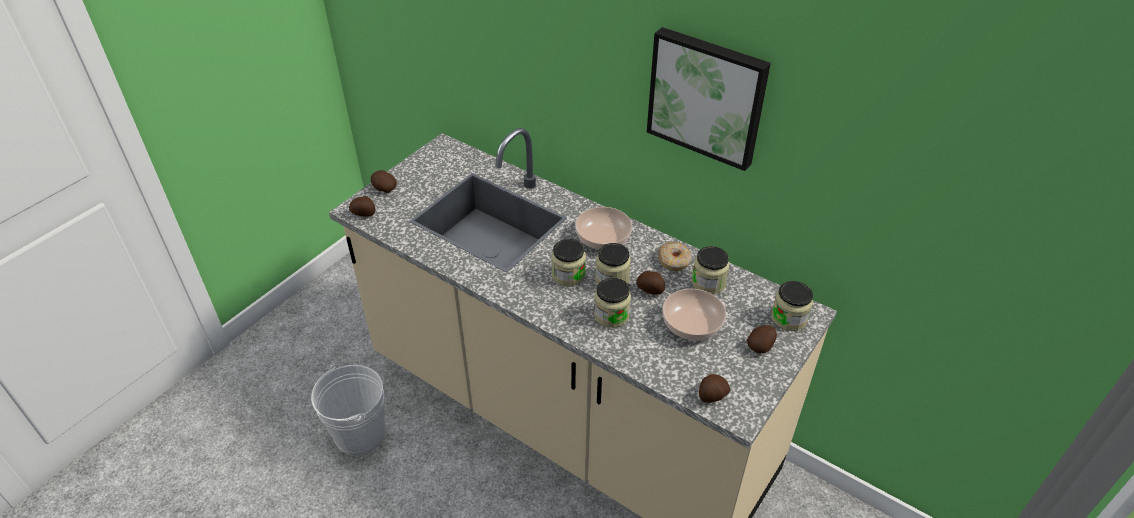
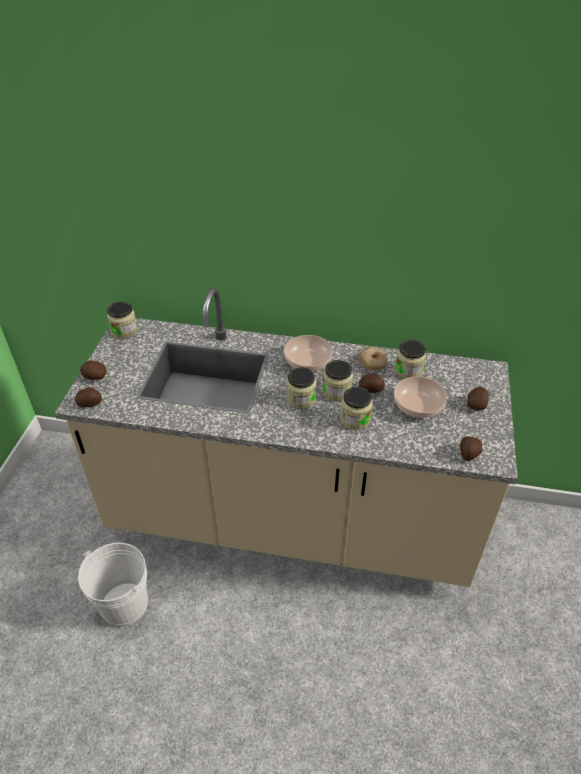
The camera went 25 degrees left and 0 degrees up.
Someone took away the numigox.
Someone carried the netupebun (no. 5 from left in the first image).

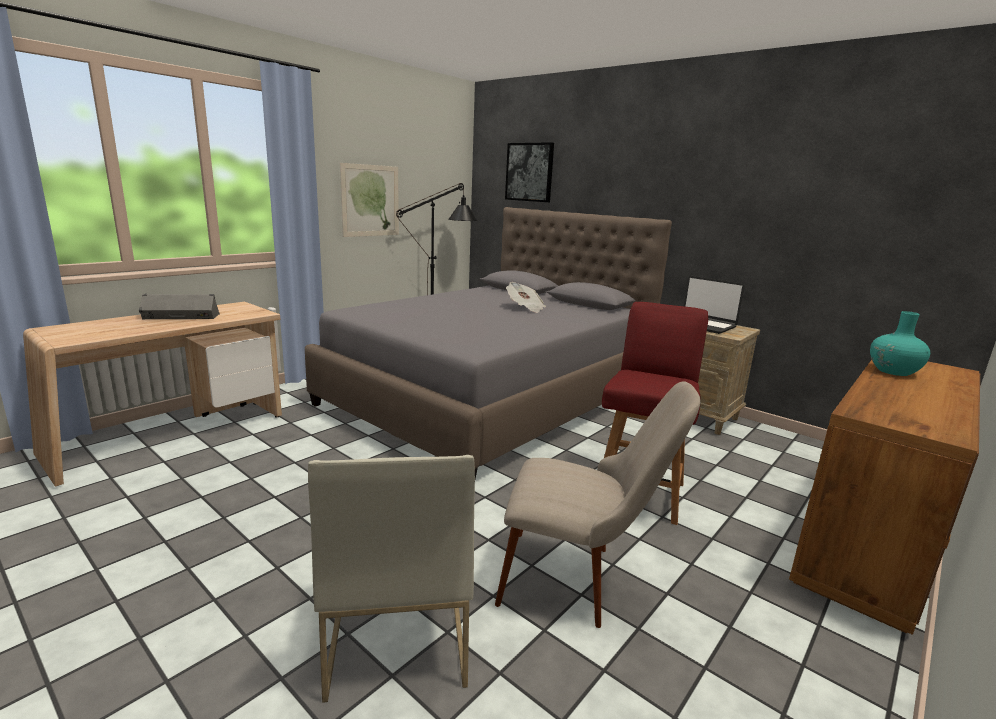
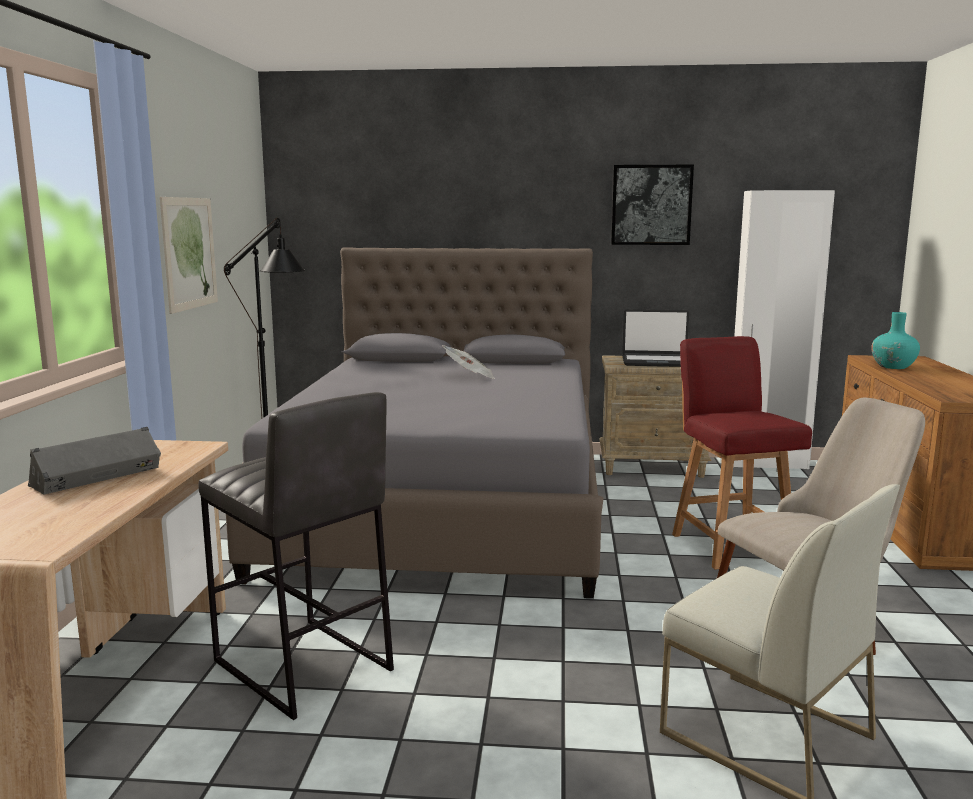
The camera went 35 degrees left and 5 degrees down.
Someone carried the numigox (no. 2 from left).
Someone put down the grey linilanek.
Someone put down the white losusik.

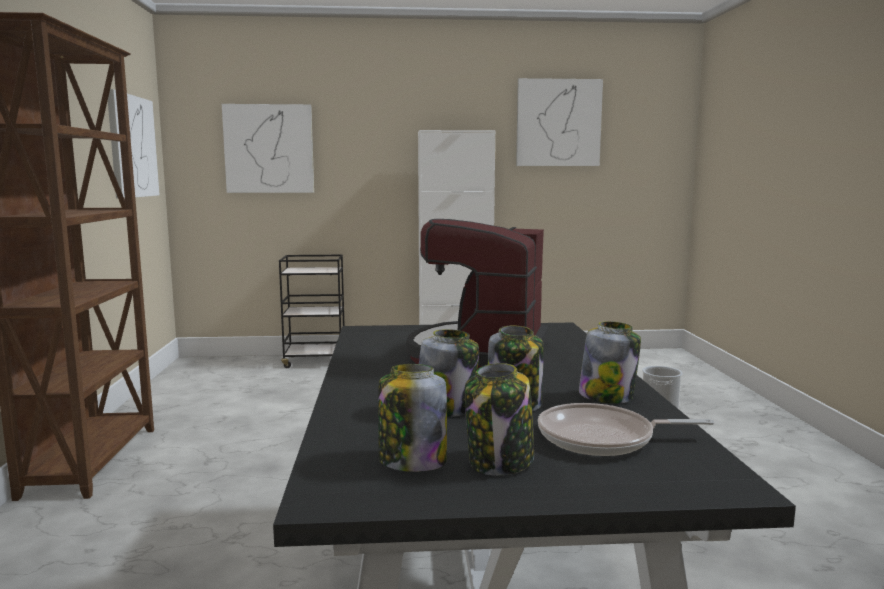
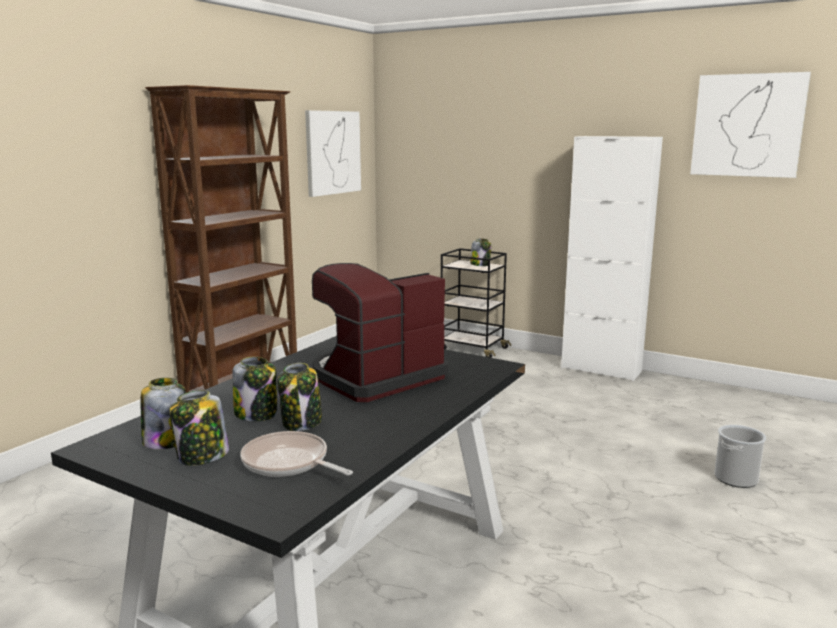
The camera went 35 degrees right and 5 degrees up.
Someone took away the numigox (no. 2 from left).
Someone carried the netupebun (no. 5 from left).

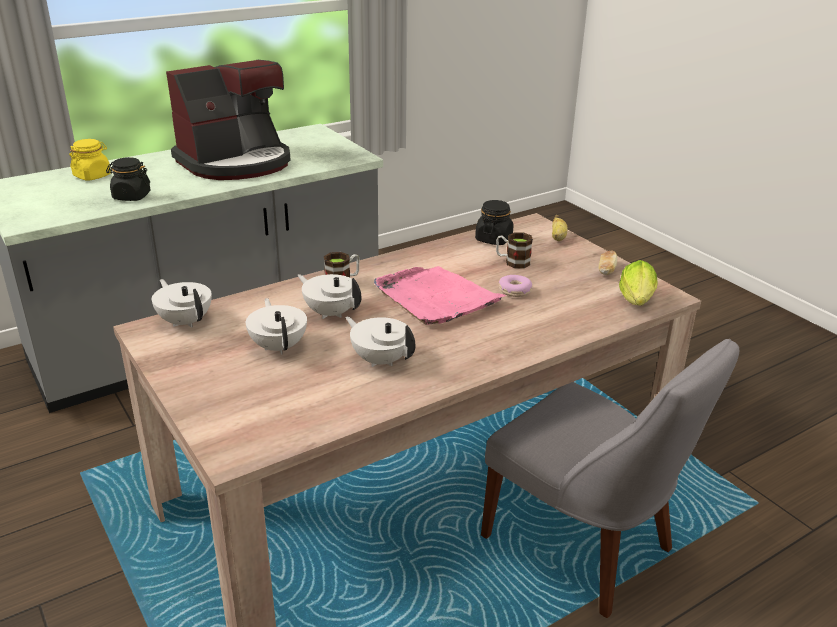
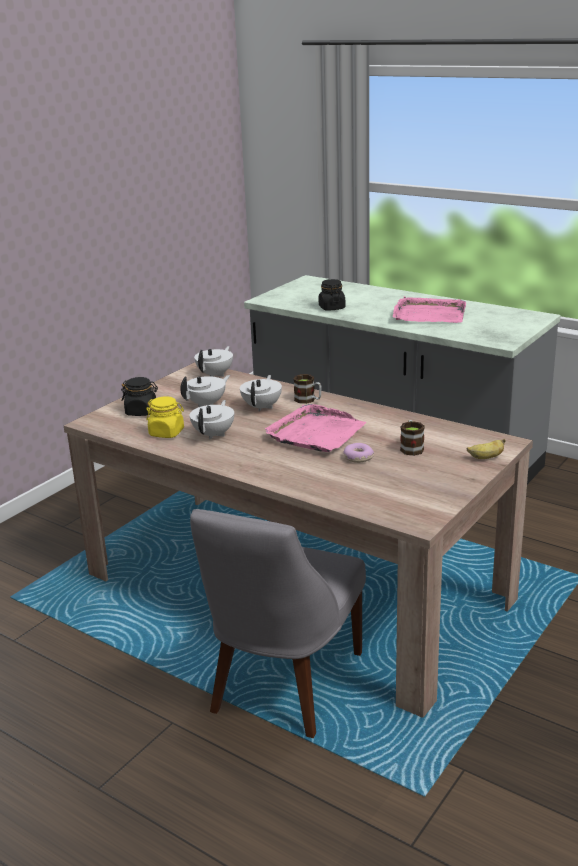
The camera went 70 degrees right and 5 degrees down.
Someone carried the yellow netupebun.
Someone swapped the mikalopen for the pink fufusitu (no. 2 from left).
Someone carried the black netupebun (no. 2 from left in the first image).
Someone took away the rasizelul.
Someone took away the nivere.

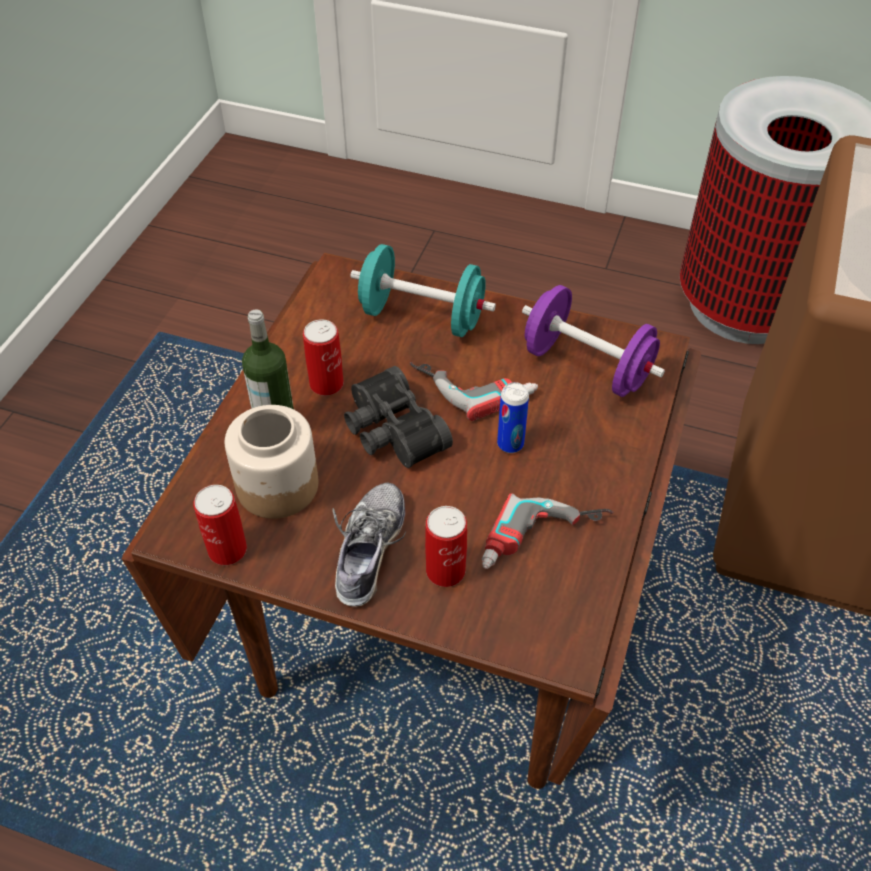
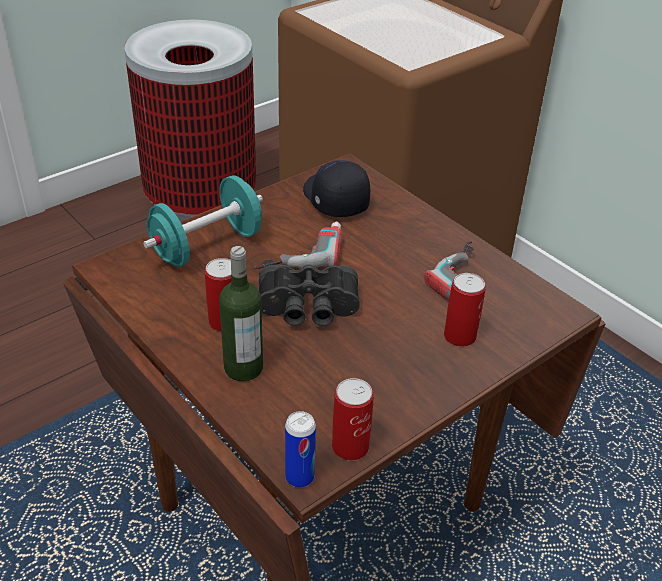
The camera went 60 degrees left and 10 degrees down.
Someone took away the netupebun.
Someone took away the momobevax.
Someone carried the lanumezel (no. 4 from left in the first image).
Someone swapped the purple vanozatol for the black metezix.

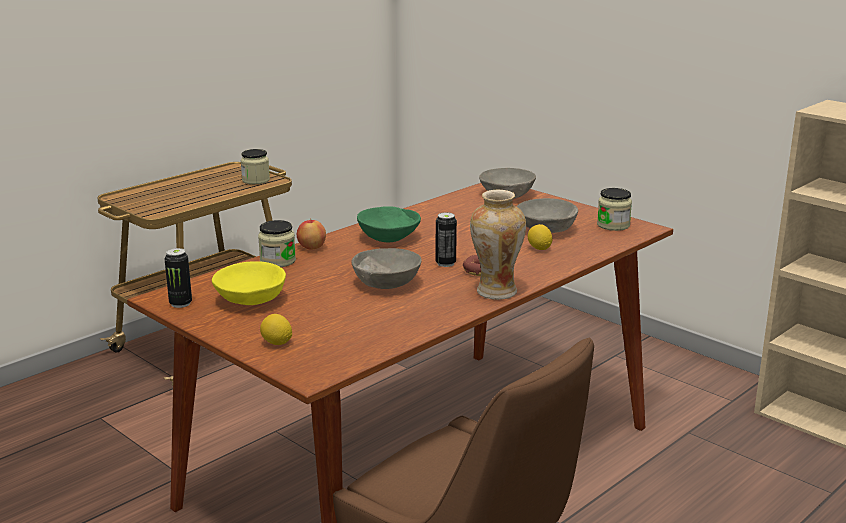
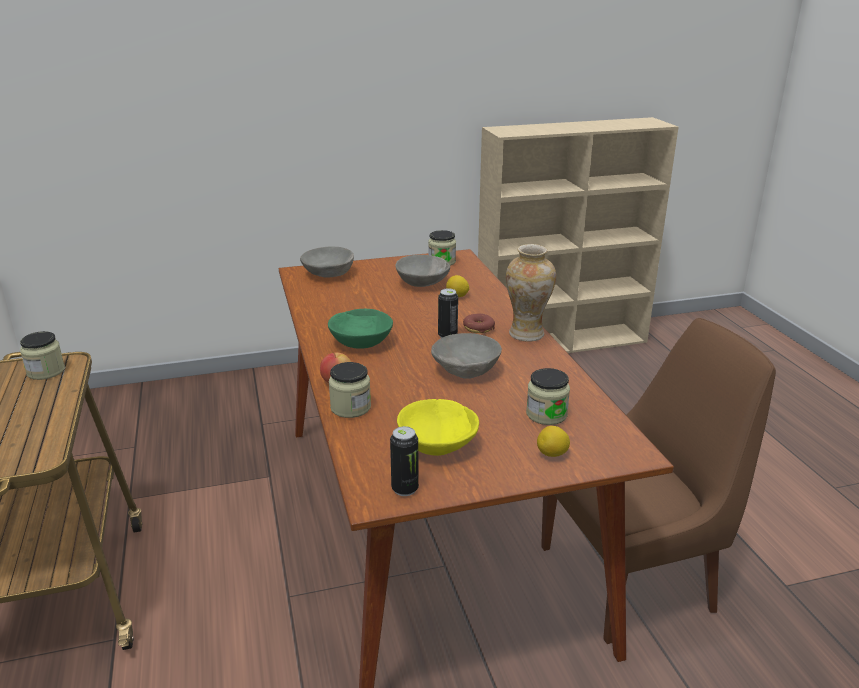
The camera went 60 degrees left and 5 degrees up.
Someone put down the netupebun (no. 4 from left).

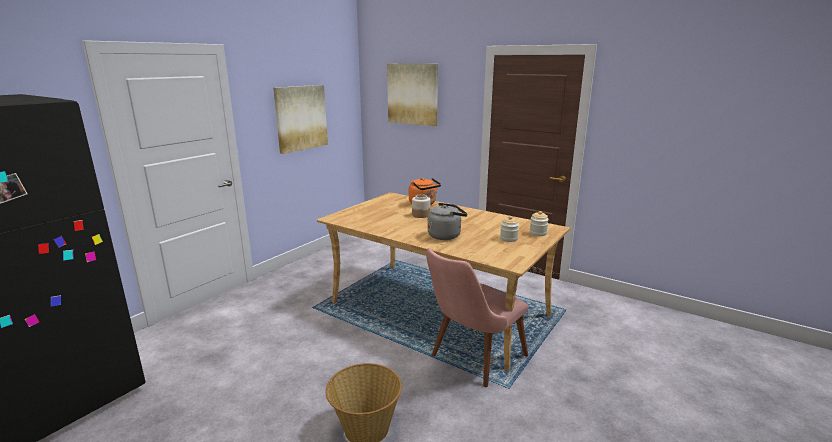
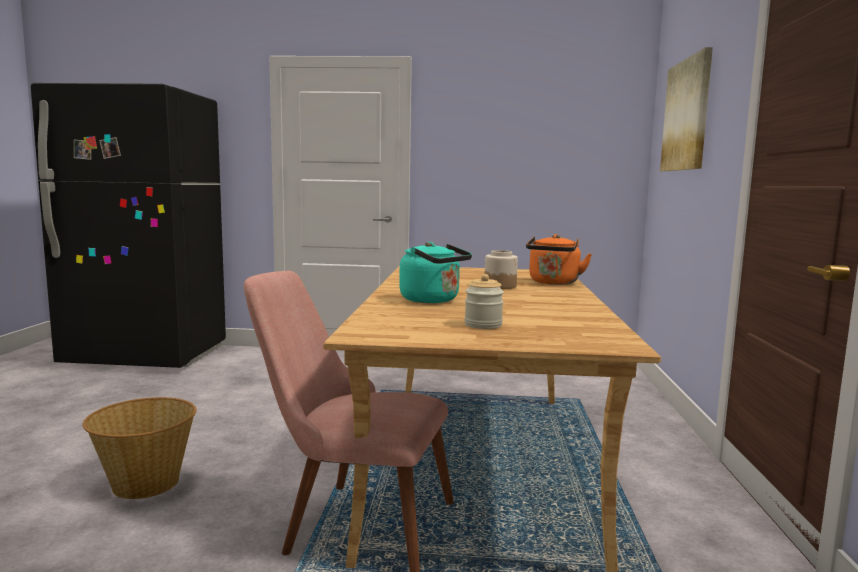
The camera went 60 degrees right and 10 degrees down.
Someone took away the numigox (no. 1 from left).
Someone repainted the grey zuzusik, which became the turquoise zuzusik.
Someone took away the netupebun (no. 3 from left).

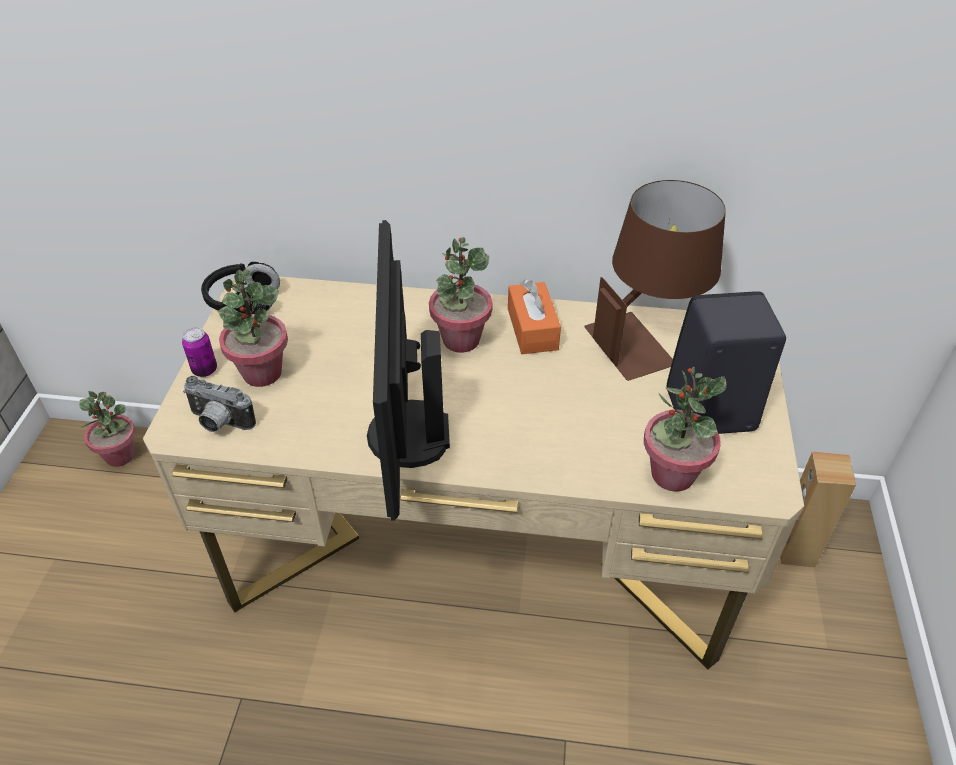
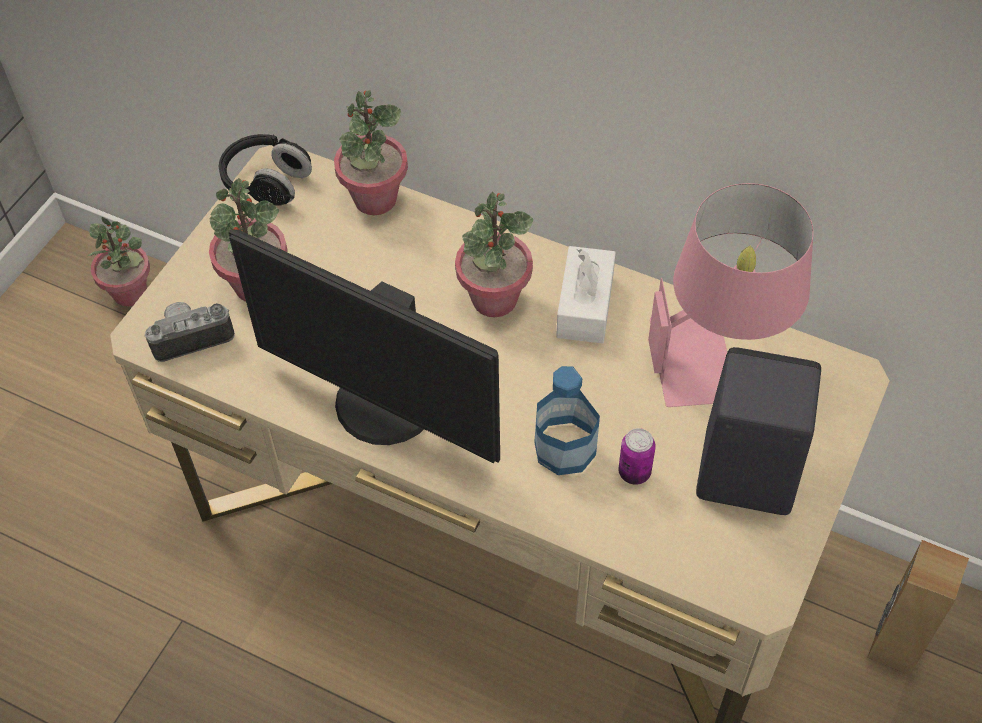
The camera went 20 degrees right and 10 degrees up.
Someone carried the lanumezel.
Someone rotated the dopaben by 120 degrees clockwise.
Someone rotated the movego by 75 degrees counterclockwise.
Someone repainted the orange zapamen, which became the white zapamen.
Someone repainted the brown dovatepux, which became the pink dovatepux.
Someone carried the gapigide (no. 4 from left in the first image).
Someone put down the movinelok.

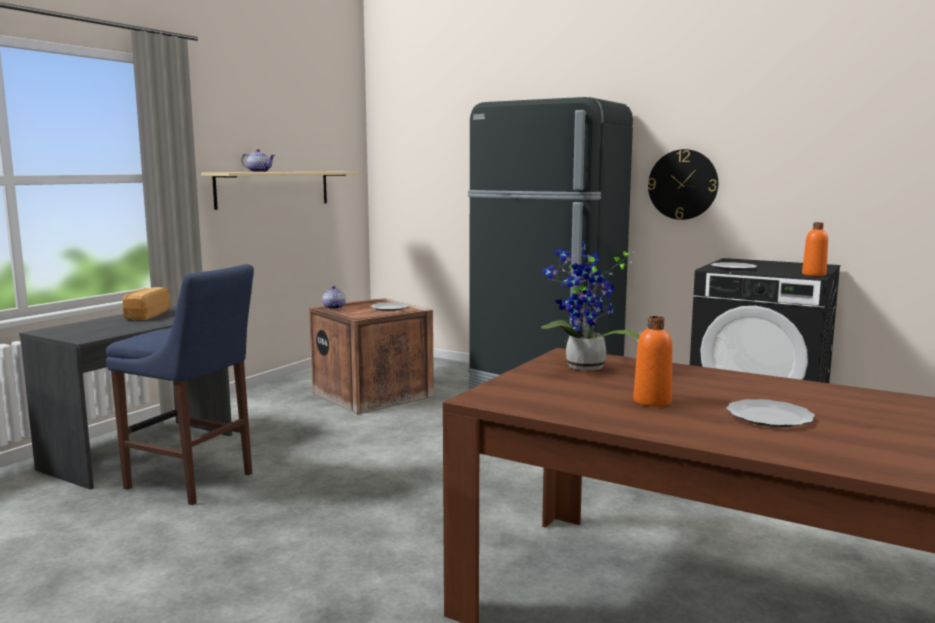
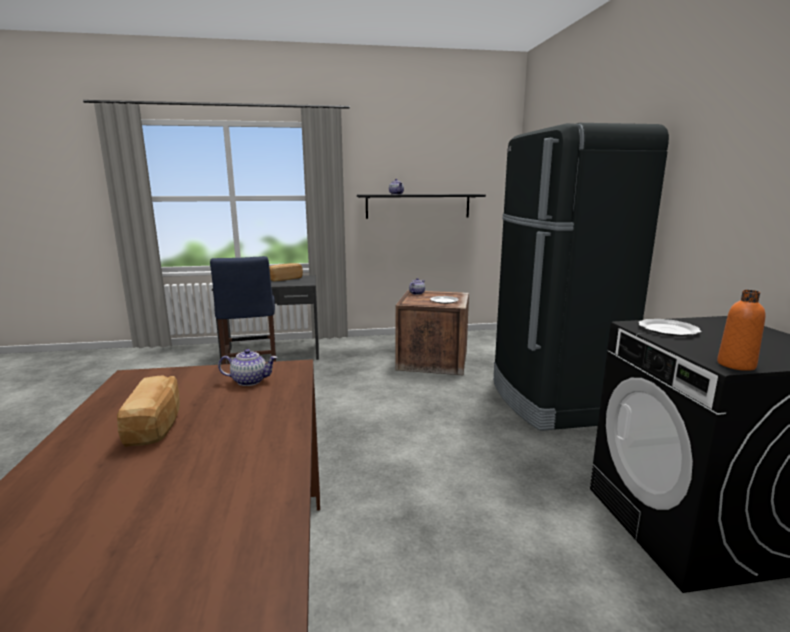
The camera went 50 degrees right and 5 degrees up.
Someone repainted the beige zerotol, which became the black zerotol.
Someone swapped the gapigide for the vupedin (no. 1 from left).
Someone swapped the orange movinelok (no. 1 from left) for the rasizelul (no. 1 from left).
Someone took away the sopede.
Someone took away the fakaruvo (no. 3 from left).

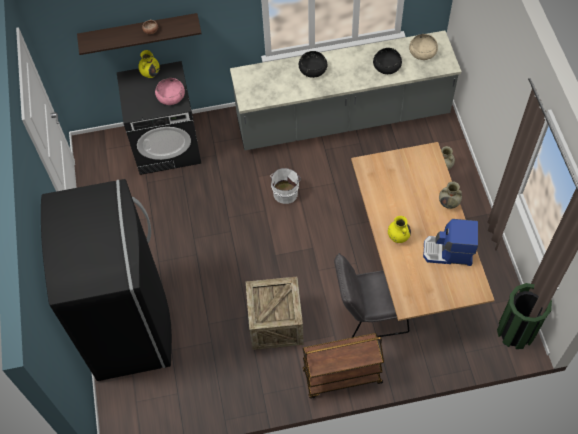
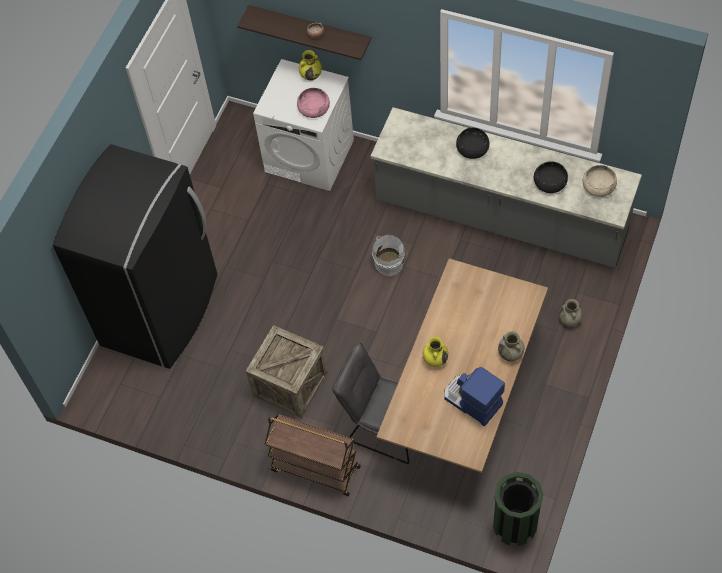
The camera went 35 degrees right and 0 degrees up.
Someone repainted the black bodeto, which became the white bodeto.

